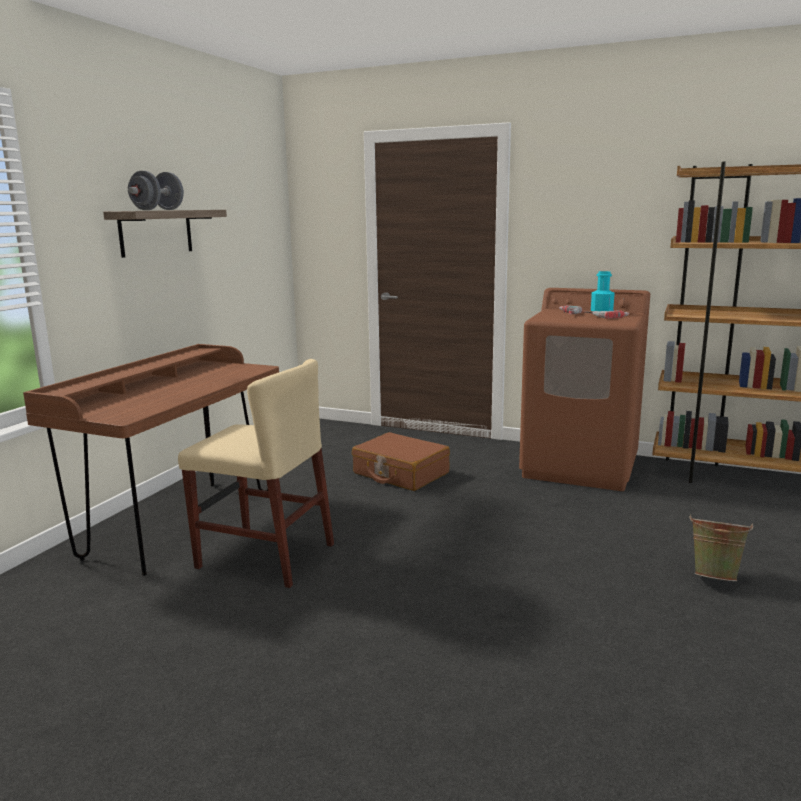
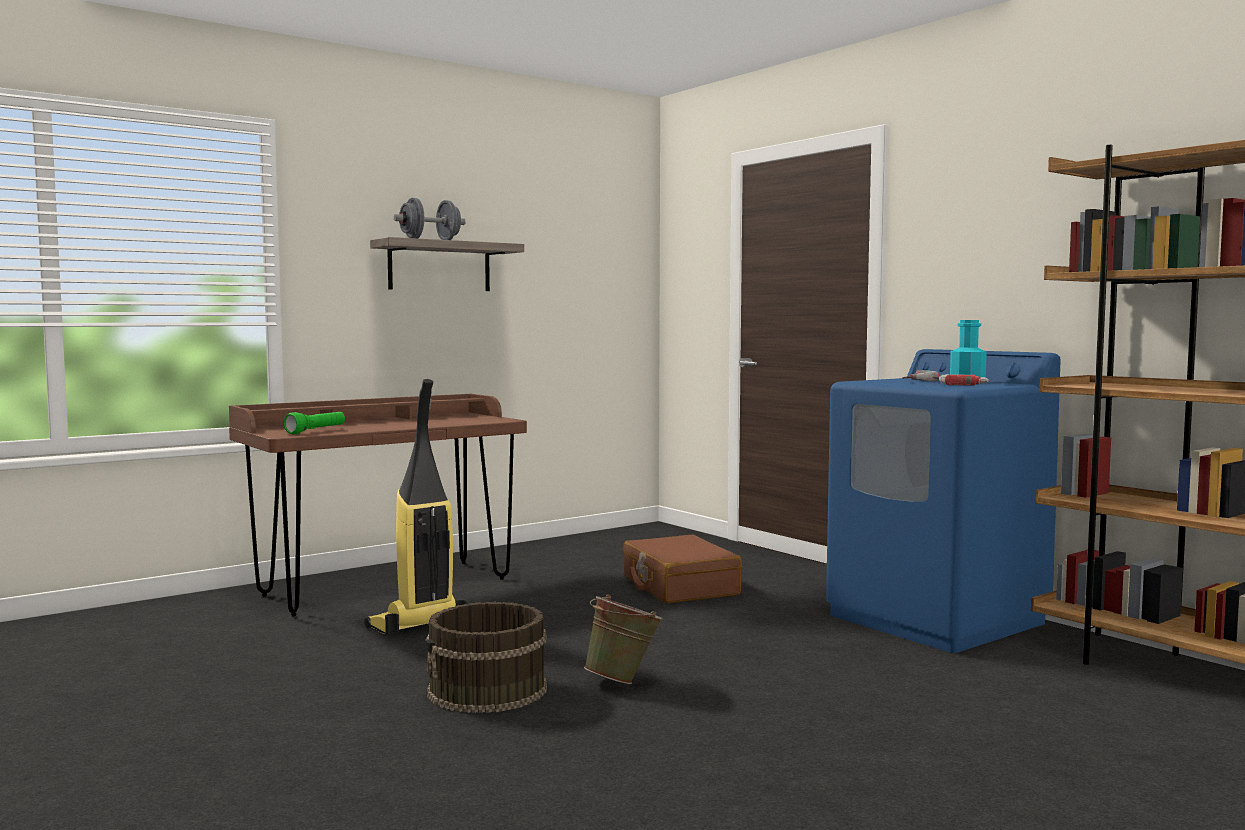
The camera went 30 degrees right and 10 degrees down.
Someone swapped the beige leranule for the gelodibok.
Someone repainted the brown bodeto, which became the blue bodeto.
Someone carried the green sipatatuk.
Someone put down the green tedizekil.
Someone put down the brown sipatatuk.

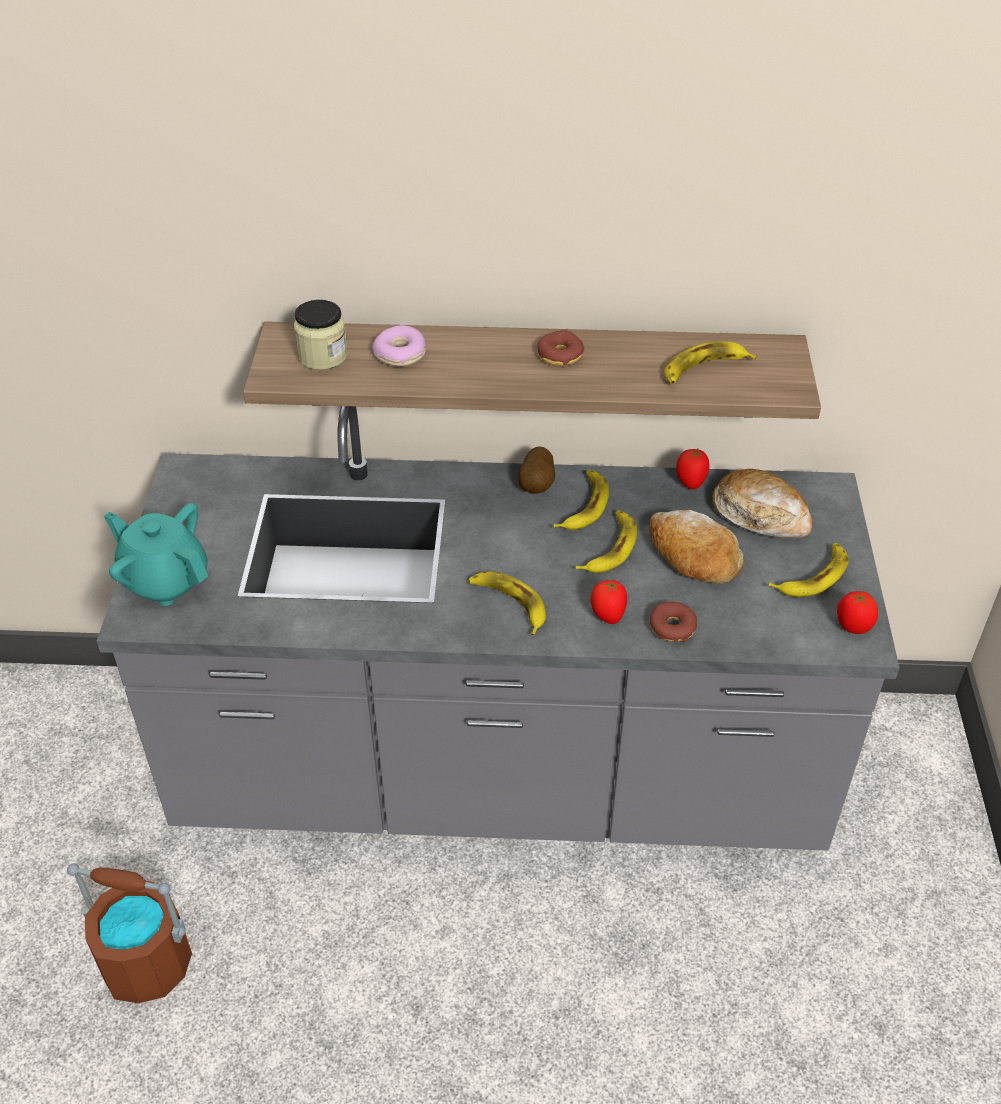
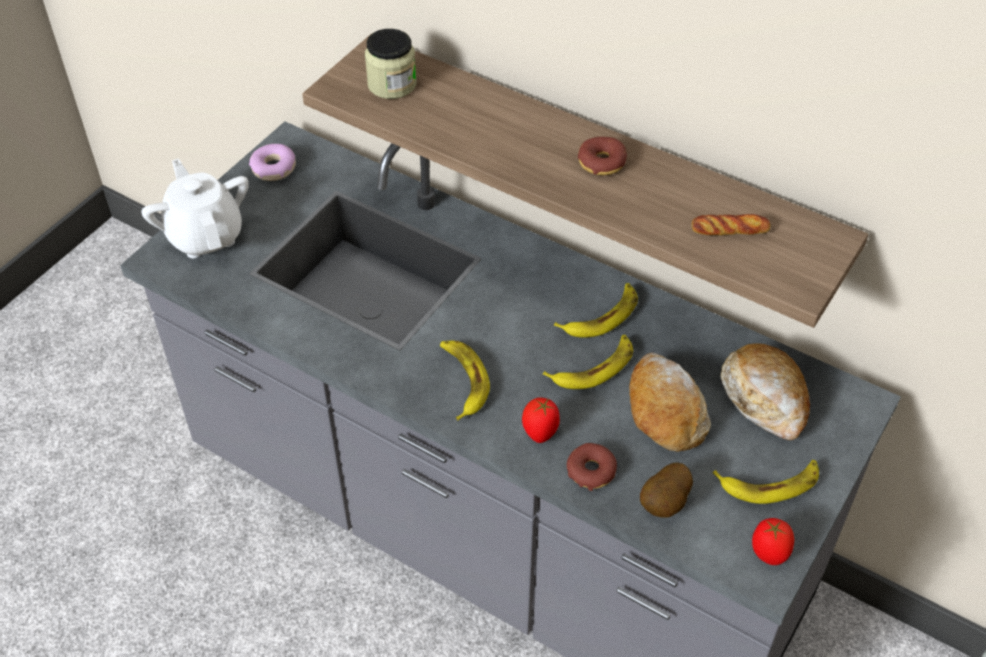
The camera went 30 degrees right and 5 degrees up.
Someone took away the brown sipatatuk.
Someone repainted the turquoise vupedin, which became the white vupedin.
Someone carried the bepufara (no. 1 from left).
Someone carried the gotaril.
Someone swapped the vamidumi (no. 4 from left) for the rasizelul (no. 2 from left).
Someone took away the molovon (no. 2 from left).

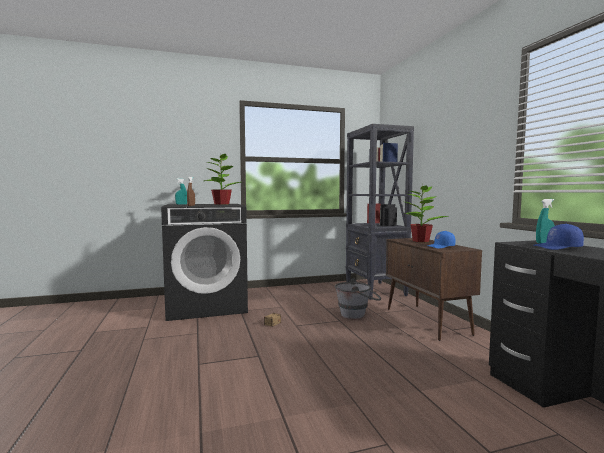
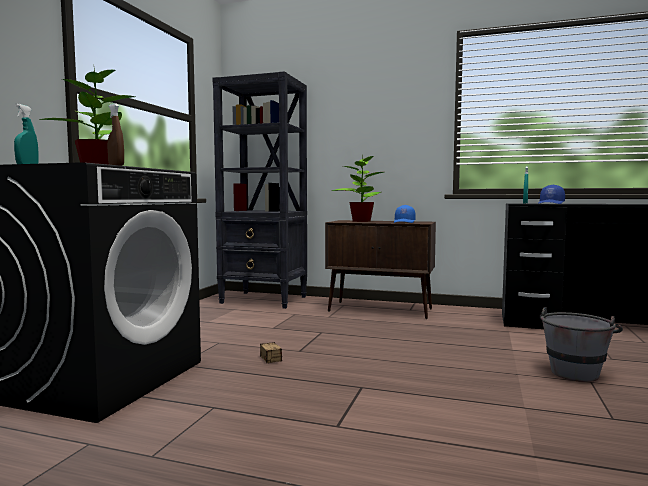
The camera went 55 degrees left and 0 degrees up.
Someone carried the grey sipatatuk.

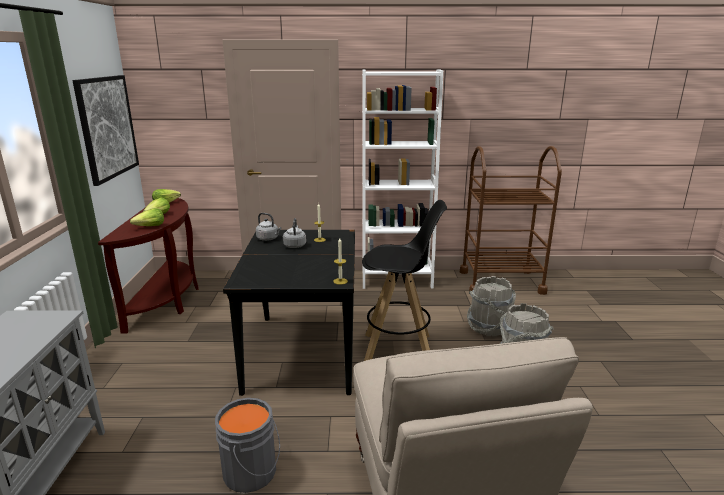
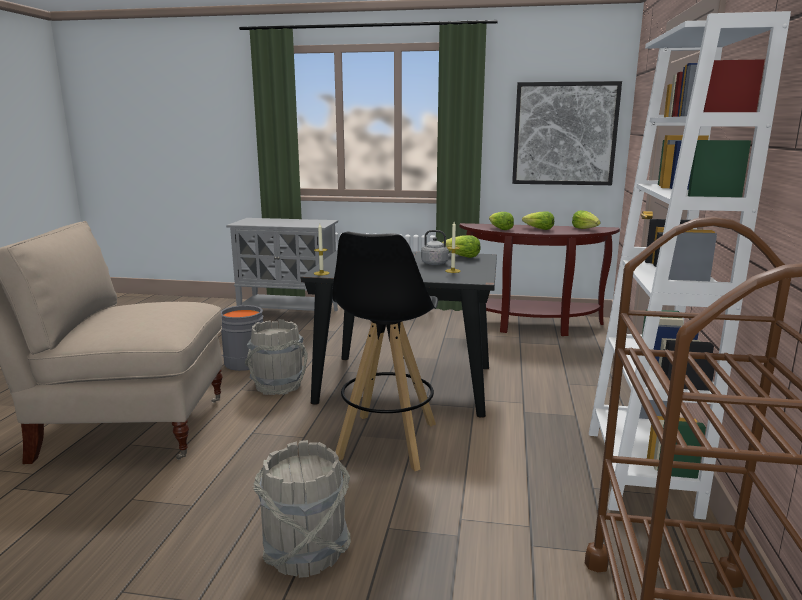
The camera went 100 degrees right and 5 degrees down.
Someone swapped the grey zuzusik (no. 1 from left) for the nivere (no. 1 from left).
Someone carried the grey sipatatuk (no. 2 from left).

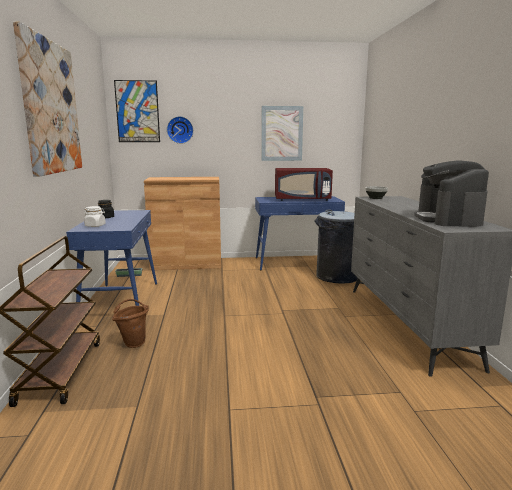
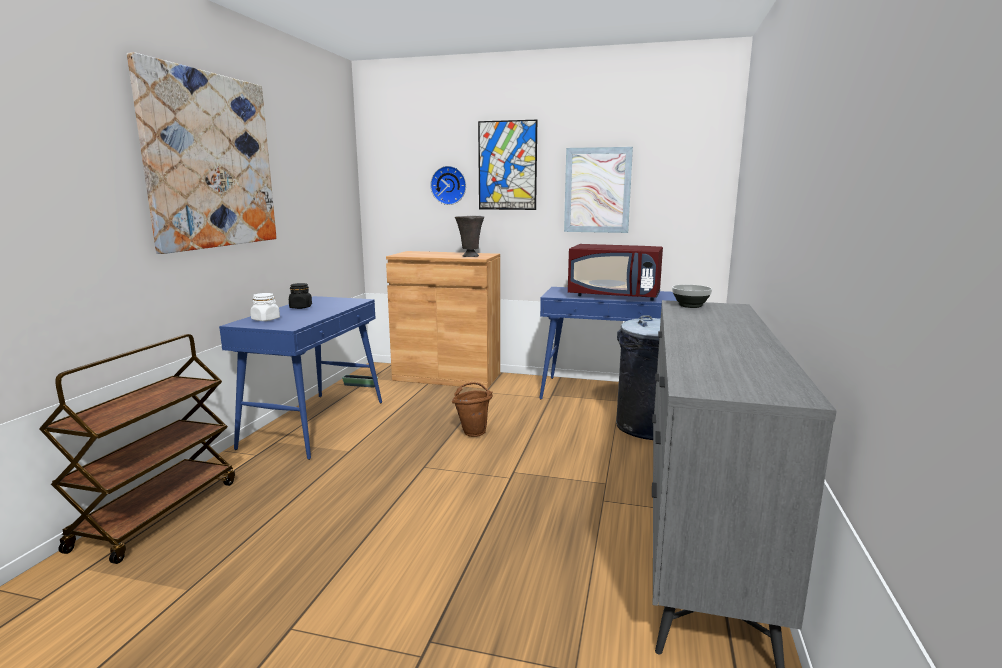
The camera went 20 degrees right and 0 degrees up.
Someone carried the brown sipatatuk.
Someone carried the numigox (no. 2 from left).
Someone took away the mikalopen.
Someone put down the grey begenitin.

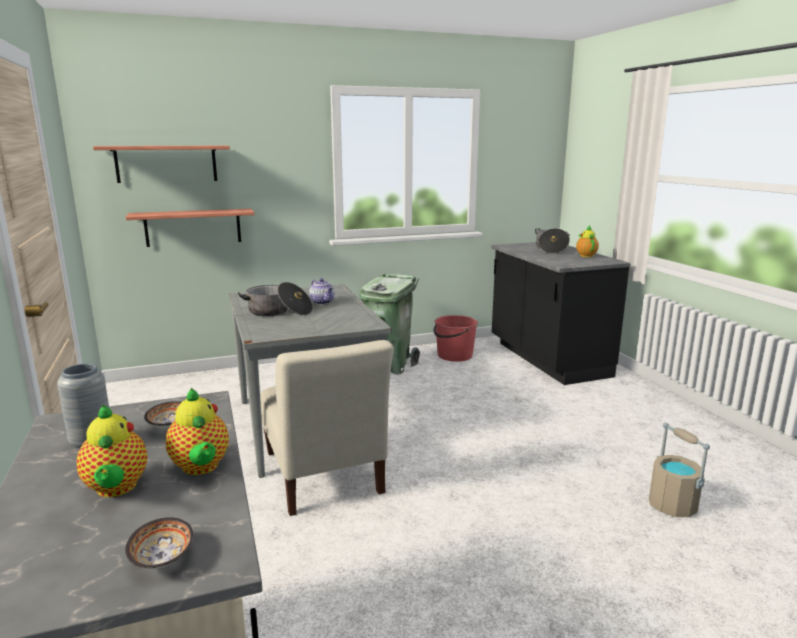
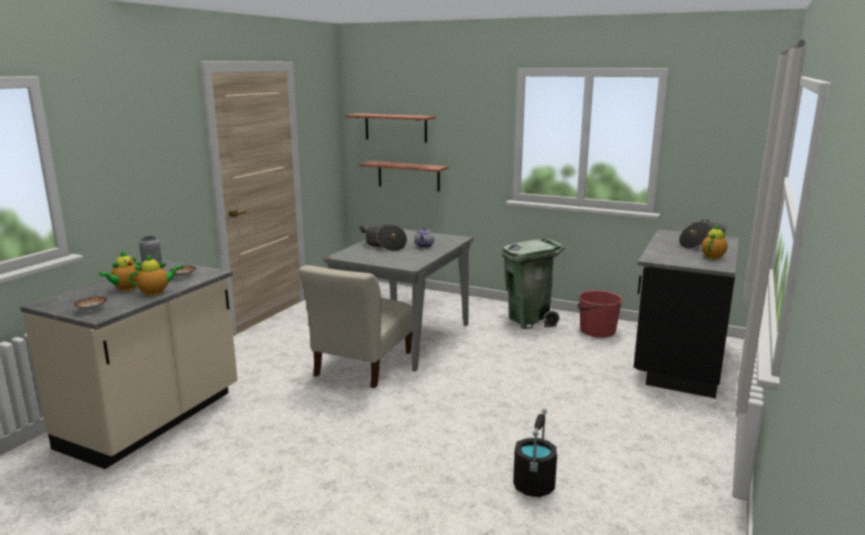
The camera went 45 degrees right and 0 degrees up.
Someone rotated the vupedin (no. 2 from left) by 135 degrees counterclockwise.
Someone repainted the beige sipatatuk, which became the black sipatatuk.

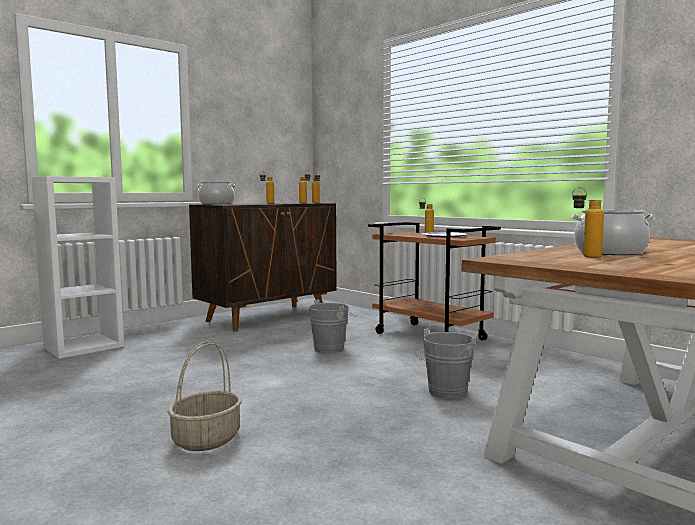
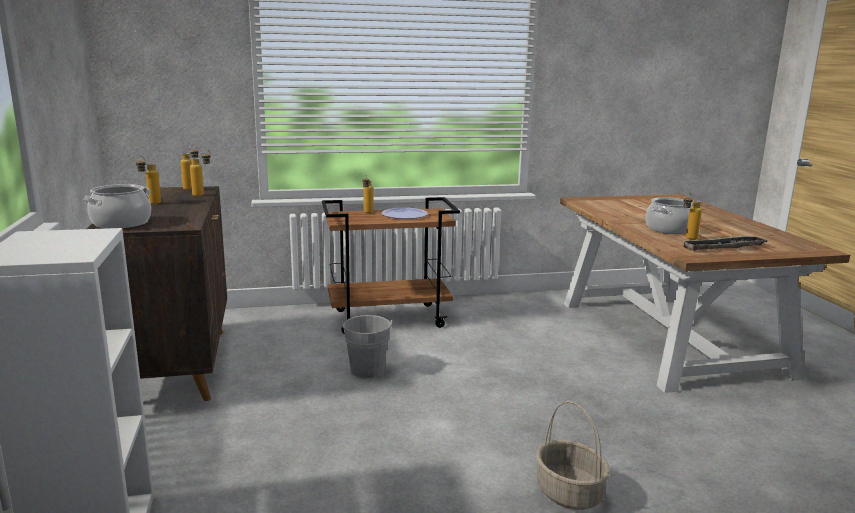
The camera went 60 degrees left and 10 degrees up.
Someone took away the grey sipatatuk (no. 2 from left).
Someone put down the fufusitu.

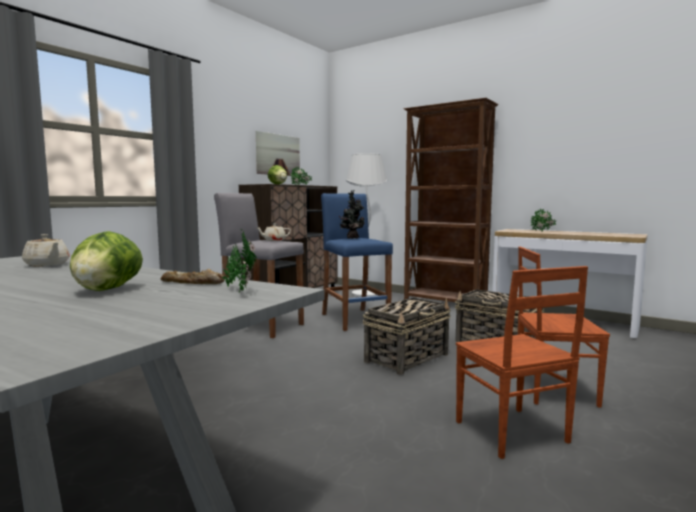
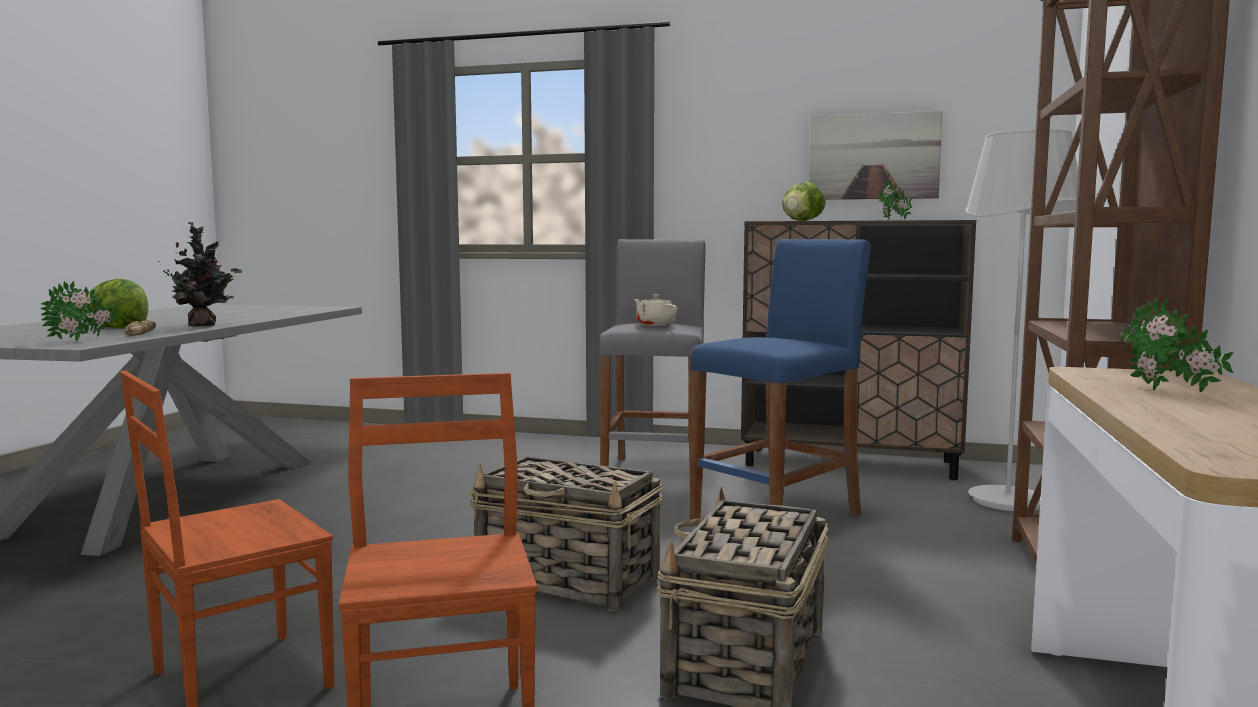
The camera went 70 degrees right and 0 degrees up.
Someone took away the beige vupedin (no. 1 from left).
Someone carried the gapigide (no. 3 from left in the first image).

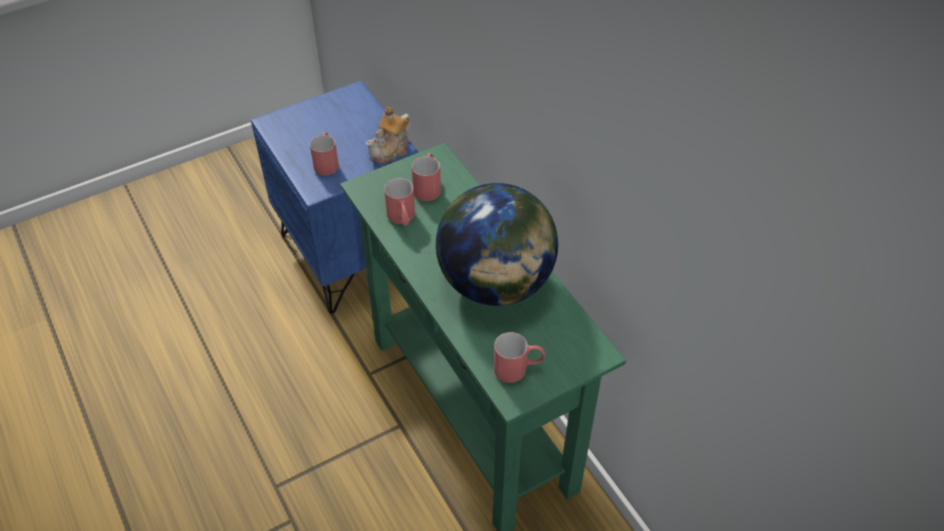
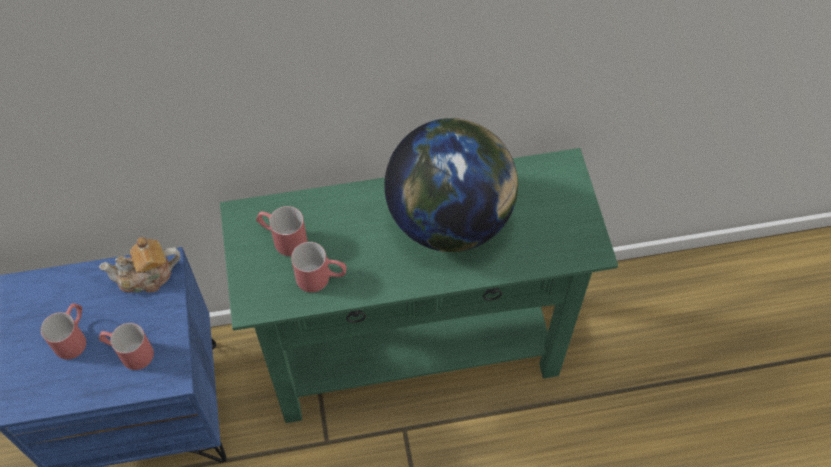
The camera went 70 degrees left and 10 degrees up.
Someone rotated the vupedin by 105 degrees clockwise.
Someone carried the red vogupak (no. 4 from left in the first image).

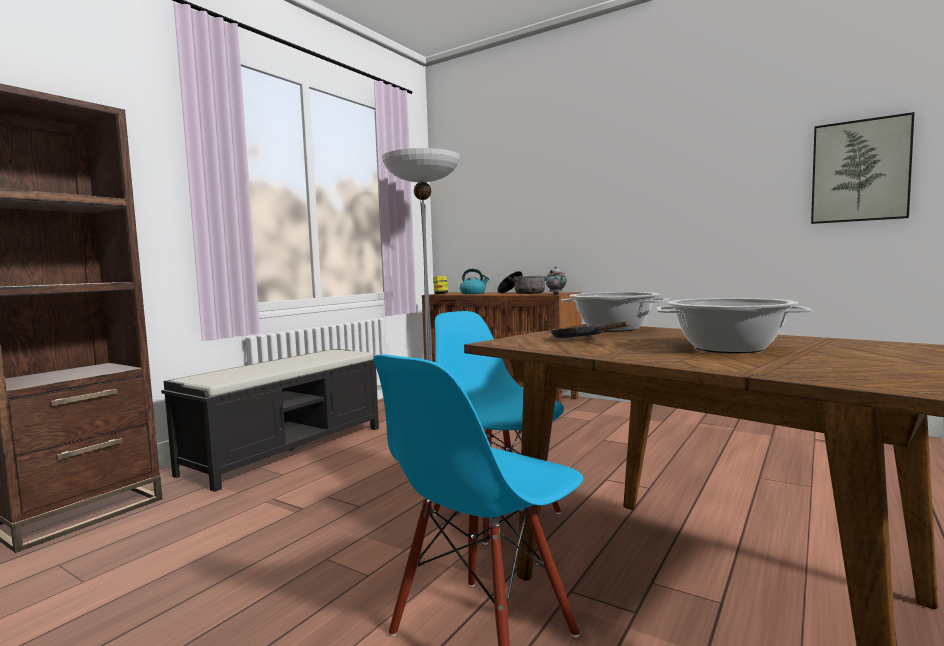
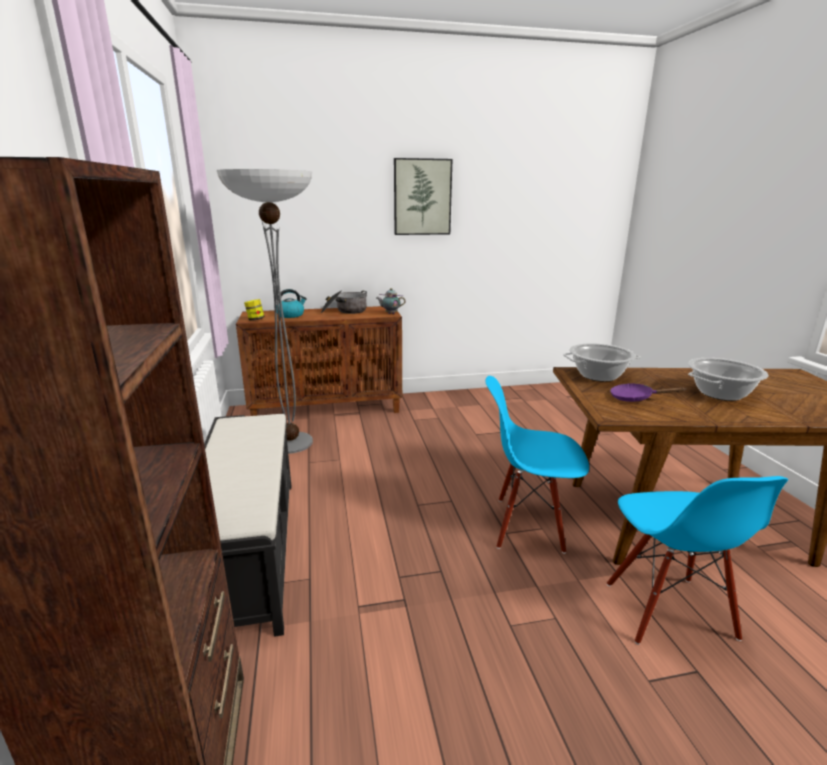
The camera went 45 degrees left and 15 degrees up.
Someone repainted the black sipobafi, which became the purple sipobafi.
Someone carried the numigox.

